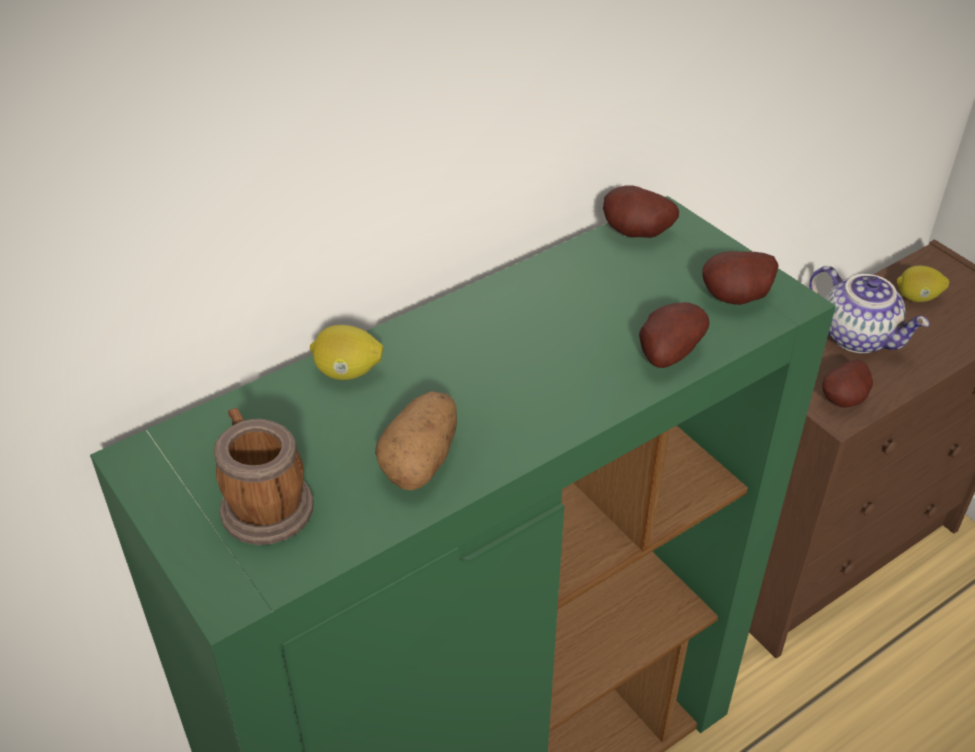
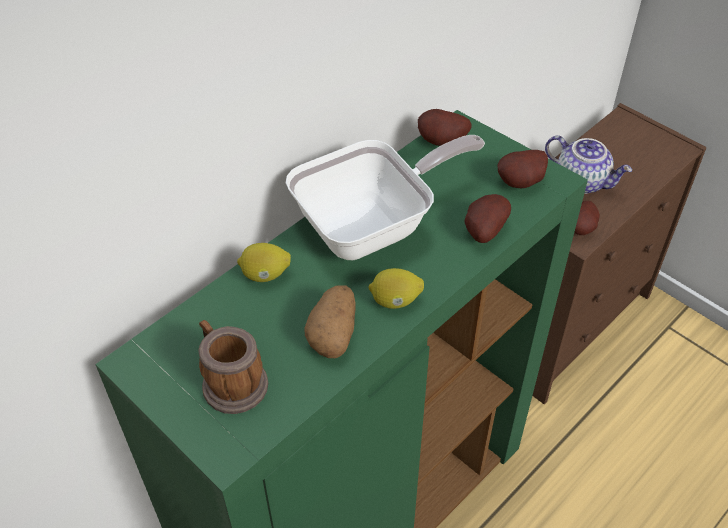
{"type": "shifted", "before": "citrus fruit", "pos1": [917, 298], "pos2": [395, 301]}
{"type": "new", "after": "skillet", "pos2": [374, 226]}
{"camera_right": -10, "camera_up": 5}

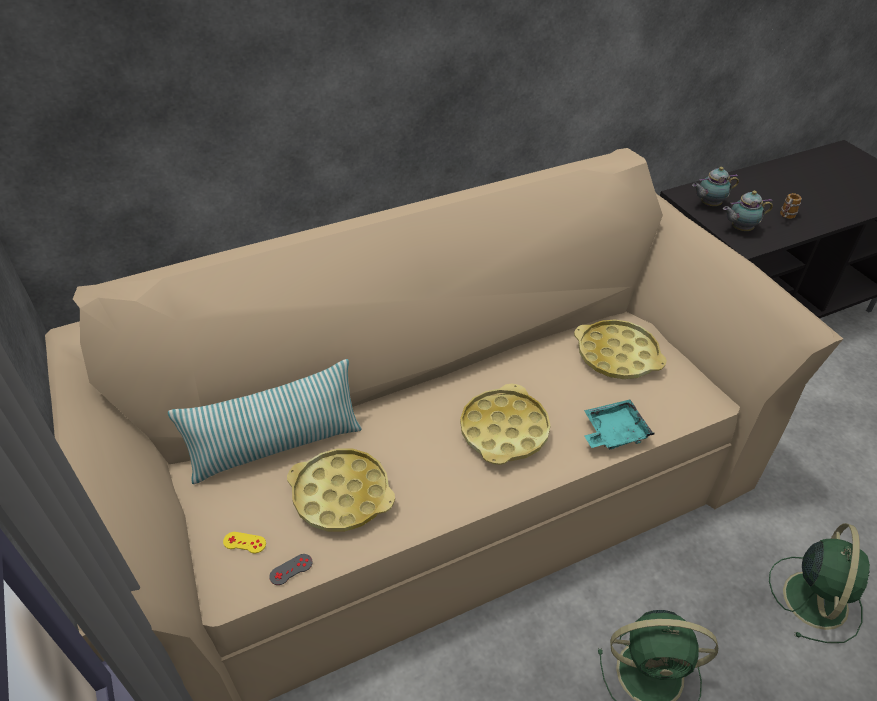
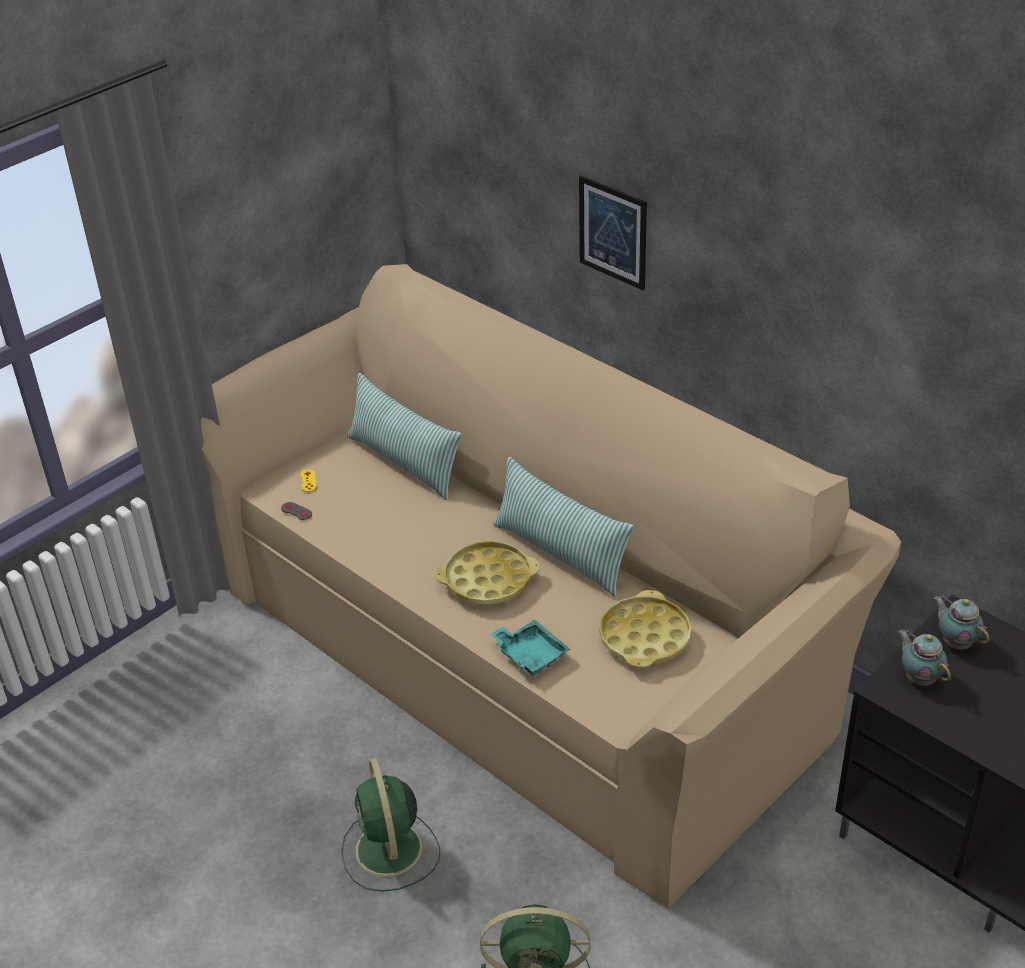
{"type": "gone", "before": "tray (yellowish)", "pos1": [341, 495]}
{"type": "gone", "before": "tea mug", "pos1": [785, 218]}
{"type": "new", "after": "pillow", "pos2": [561, 554]}
{"type": "new", "after": "picture", "pos2": [612, 232]}
{"camera_right": 70, "camera_up": -5}

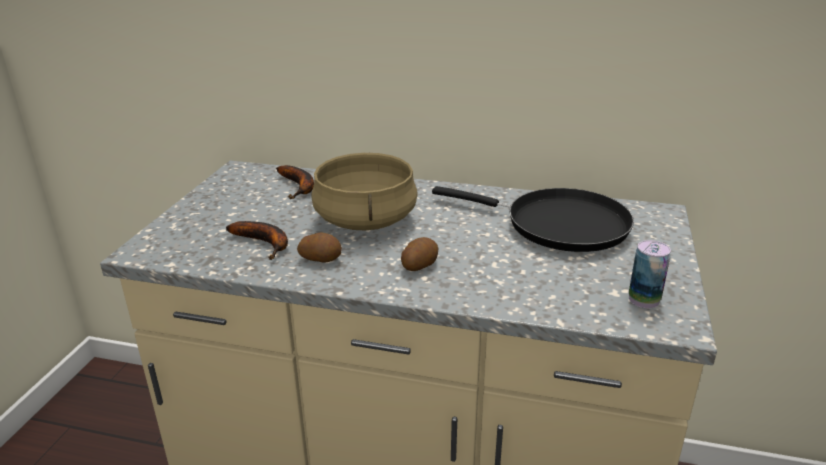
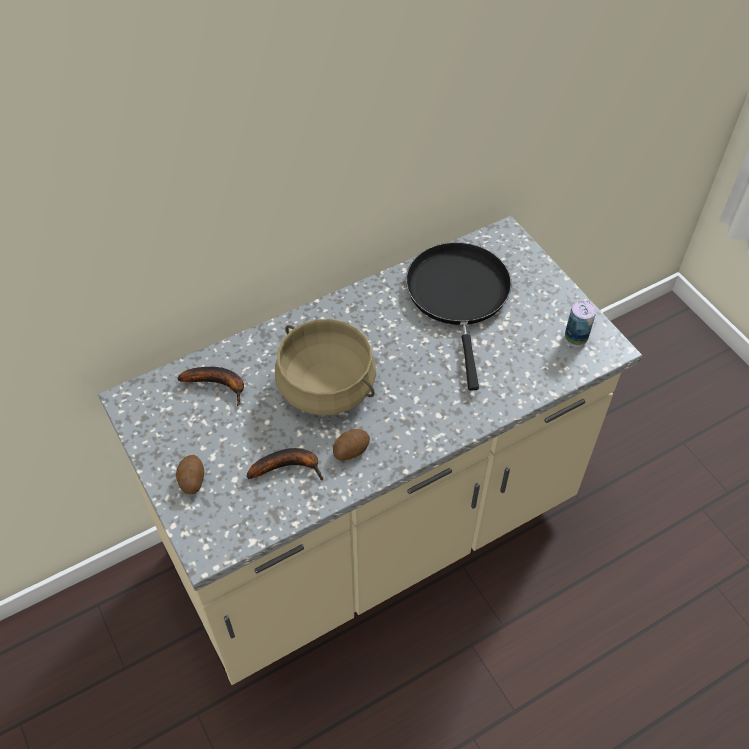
{"type": "shifted", "before": "potato", "pos1": [419, 265], "pos2": [191, 480]}
{"type": "rotated", "before": "skillet (black-coloured)", "pos1": [558, 225], "pos2": [459, 296], "turn": -75}
{"camera_right": -45, "camera_up": 25}

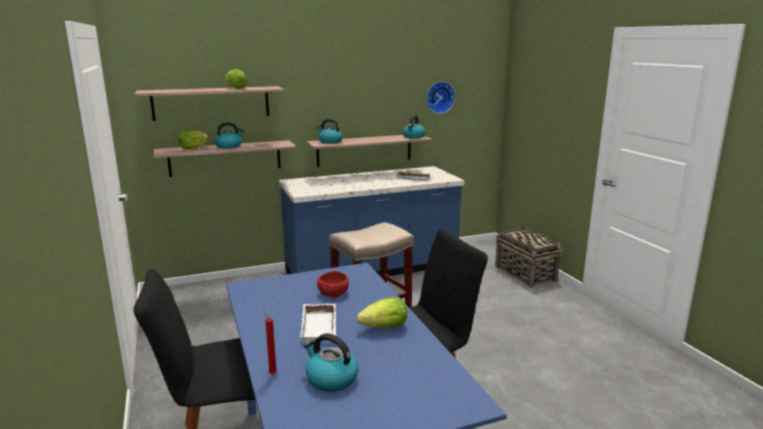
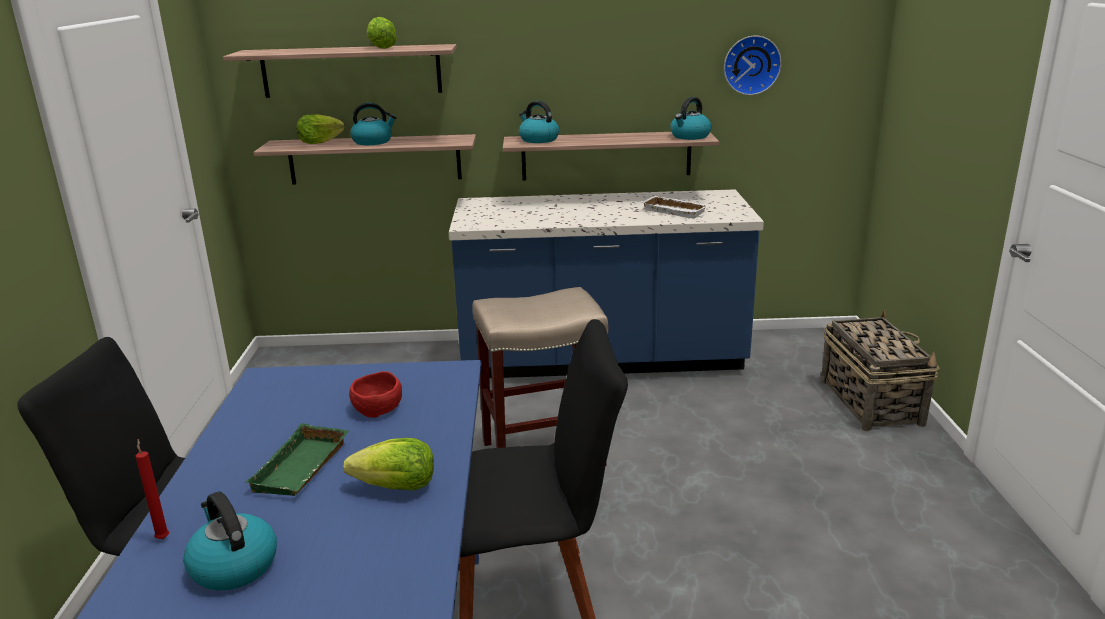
{"type": "repainted", "before": "tray (white-coloured)", "after": "tray (green)", "pos1": [321, 327], "pos2": [303, 468]}
{"camera_right": 20, "camera_up": 5}

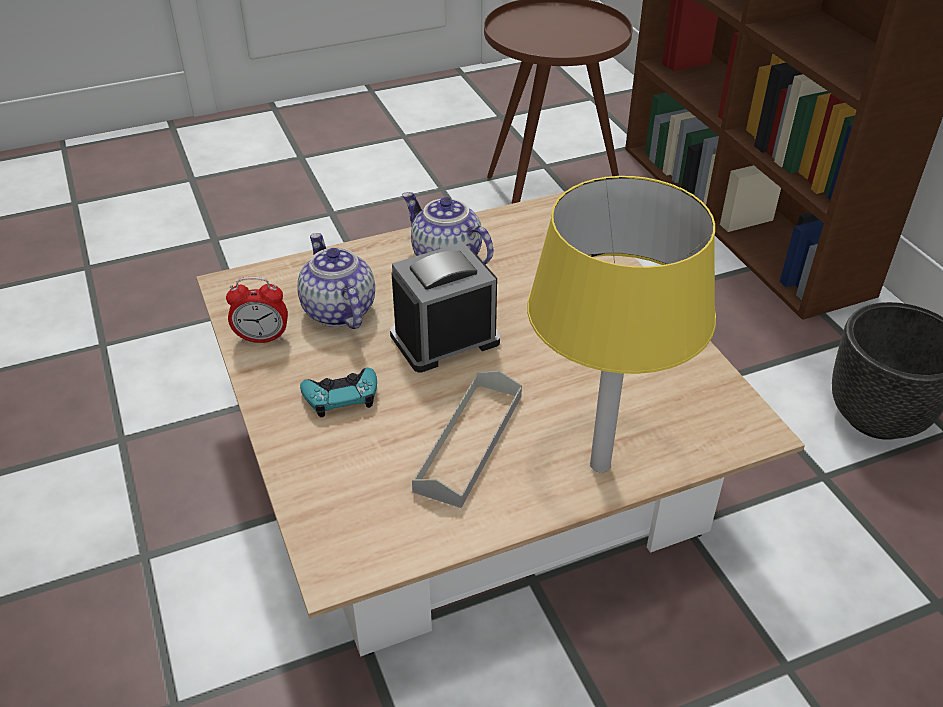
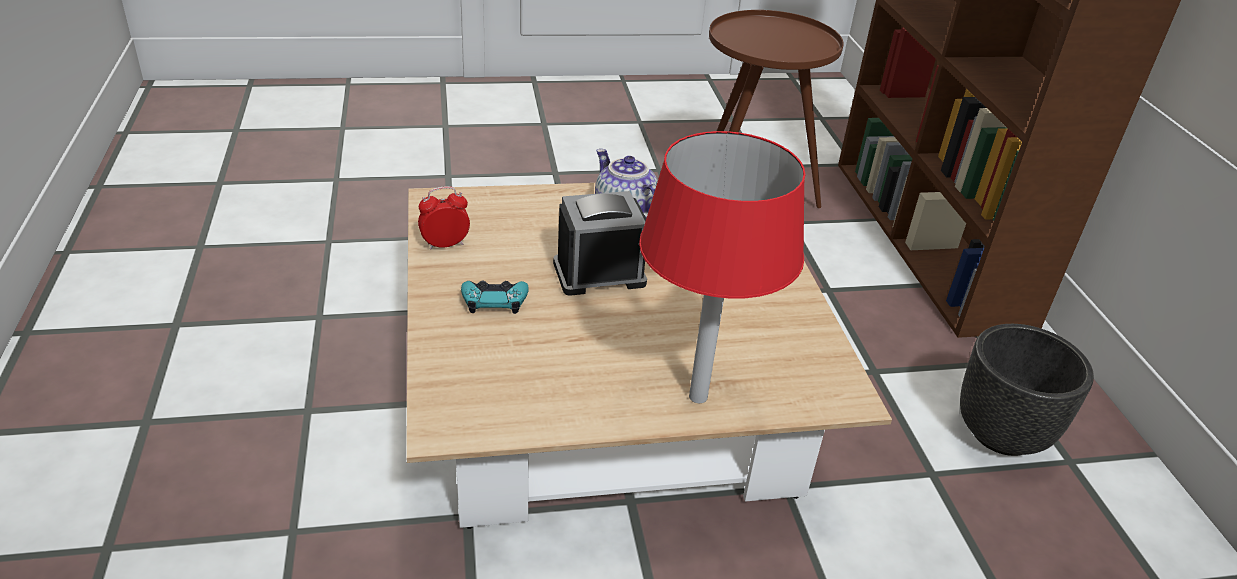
{"type": "rotated", "before": "alarm clock", "pos1": [262, 338], "pos2": [445, 244], "turn": 150}
{"type": "gone", "before": "pot for tea", "pos1": [337, 310]}
{"type": "gone", "before": "tray (gray)", "pos1": [469, 442]}
{"type": "repainted", "before": "lamp for a table (yellowish)", "after": "lamp for a table (reddish)", "pos1": [599, 464], "pos2": [697, 396]}
{"camera_right": 10, "camera_up": -5}

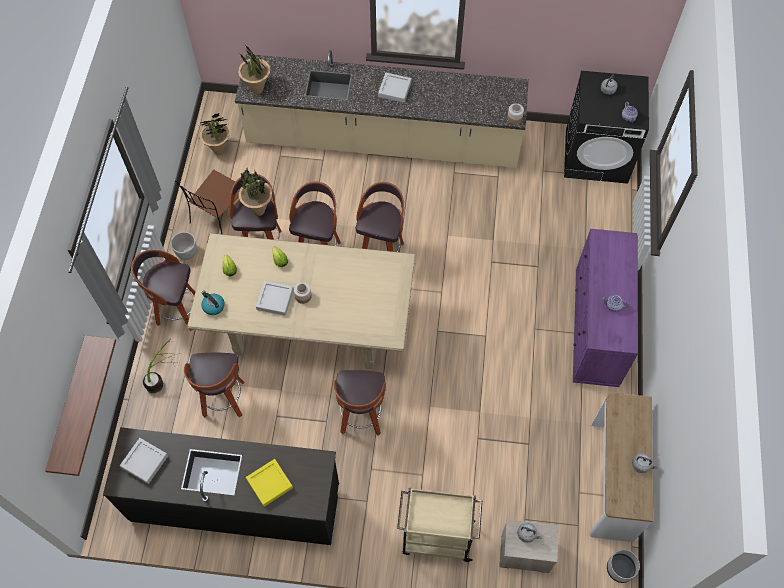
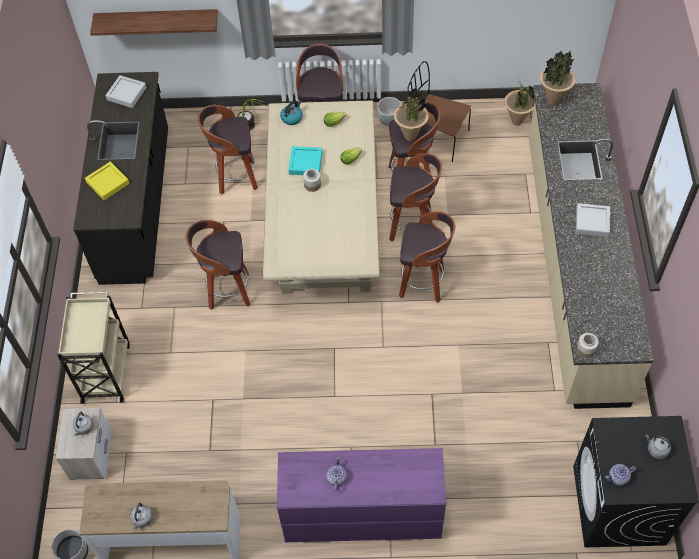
{"type": "repainted", "before": "tray (gray)", "after": "tray (turquoise-coloured)", "pos1": [275, 299], "pos2": [305, 163]}
{"camera_right": 85, "camera_up": -5}

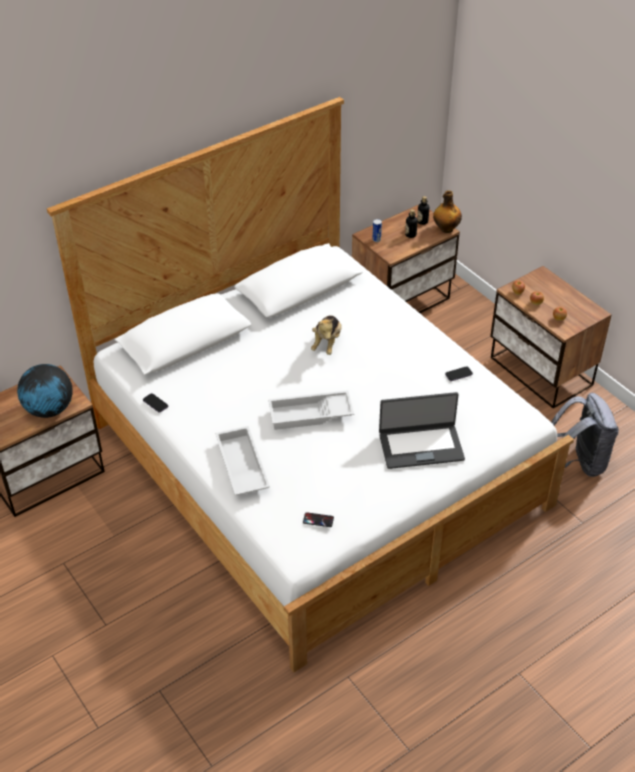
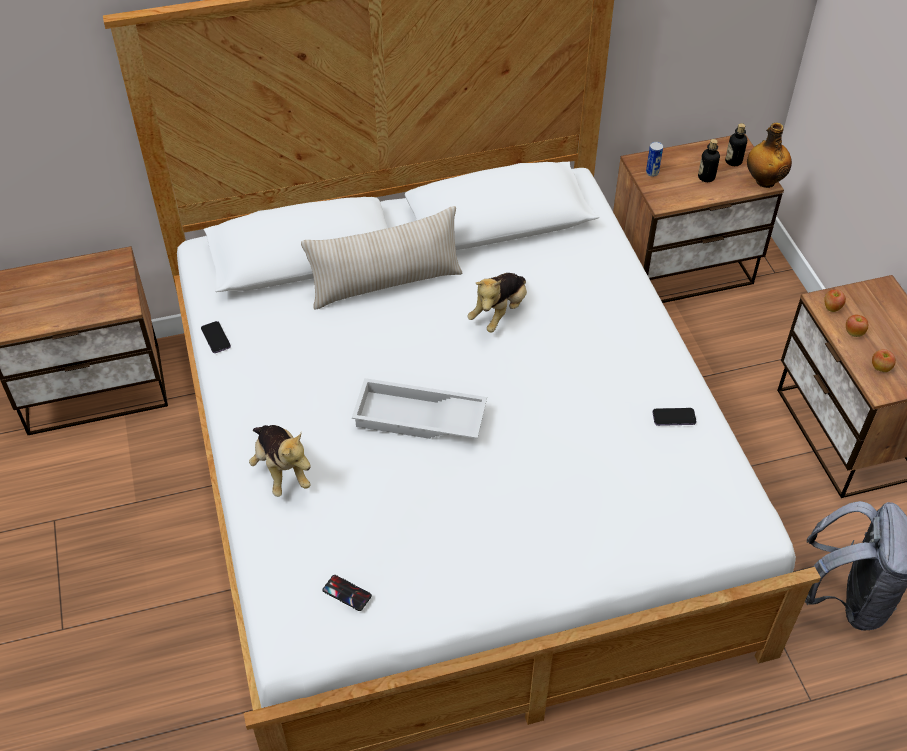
{"type": "gone", "before": "globe", "pos1": [49, 409]}
{"type": "swapped", "before": "tray (white-coloured)", "after": "soft toy", "pos1": [241, 466], "pos2": [281, 470]}
{"type": "gone", "before": "notebook computer", "pos1": [421, 446]}
{"type": "new", "after": "pillow (beige-coloured)", "pos2": [386, 283]}
{"camera_right": 20, "camera_up": 5}

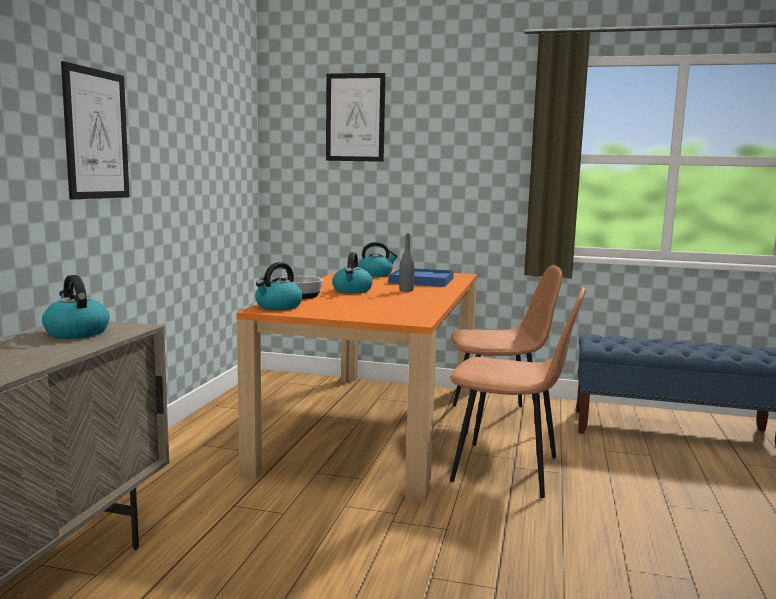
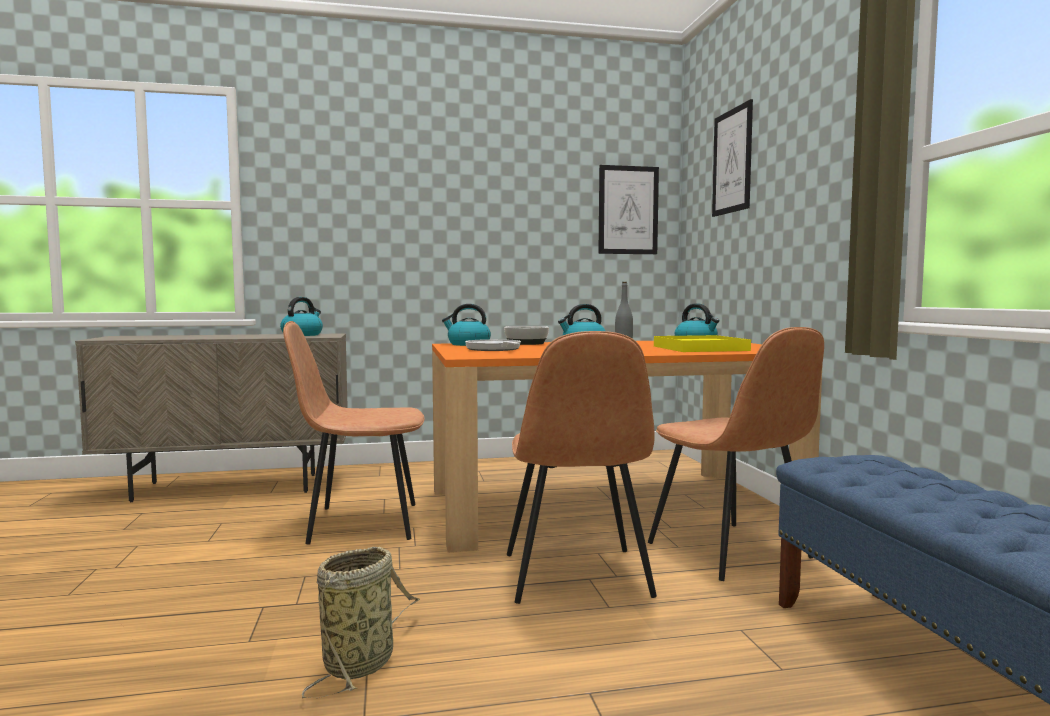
{"type": "shifted", "before": "picture", "pos1": [96, 134], "pos2": [628, 210]}
{"type": "repainted", "before": "tray (blue)", "after": "tray (yellowish)", "pos1": [422, 281], "pos2": [700, 348]}
{"type": "new", "after": "upright chair (brownish)", "pos2": [360, 523]}
{"type": "new", "after": "basket", "pos2": [362, 662]}
{"type": "new", "after": "skillet", "pos2": [494, 349]}
{"camera_right": 65, "camera_up": -5}

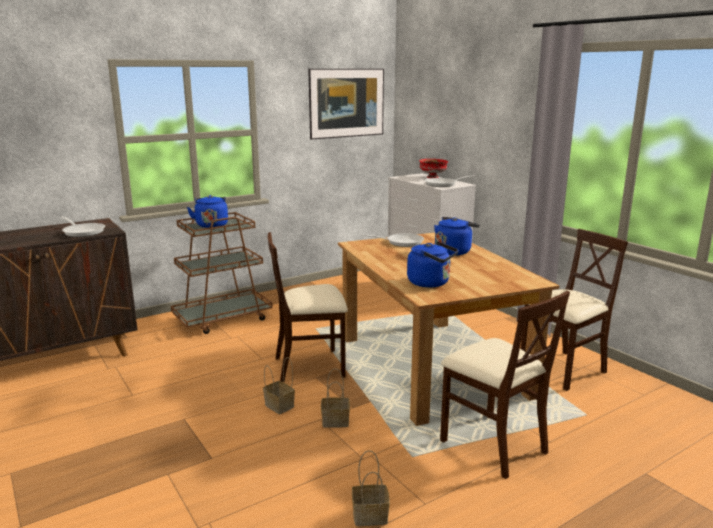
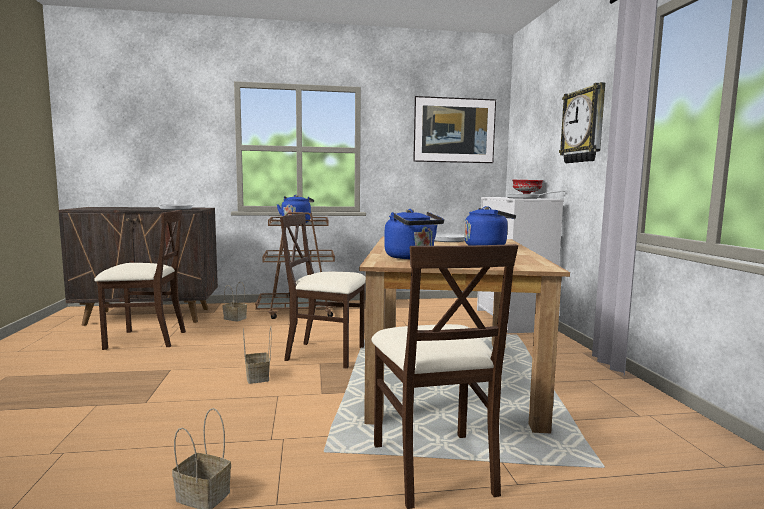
{"type": "shifted", "before": "basket", "pos1": [336, 421], "pos2": [236, 318]}
{"type": "shifted", "before": "upright chair (beige-coloured)", "pos1": [563, 370], "pos2": [145, 339]}
{"type": "new", "after": "hanging clock", "pos2": [584, 126]}
{"camera_right": 25, "camera_up": -10}

